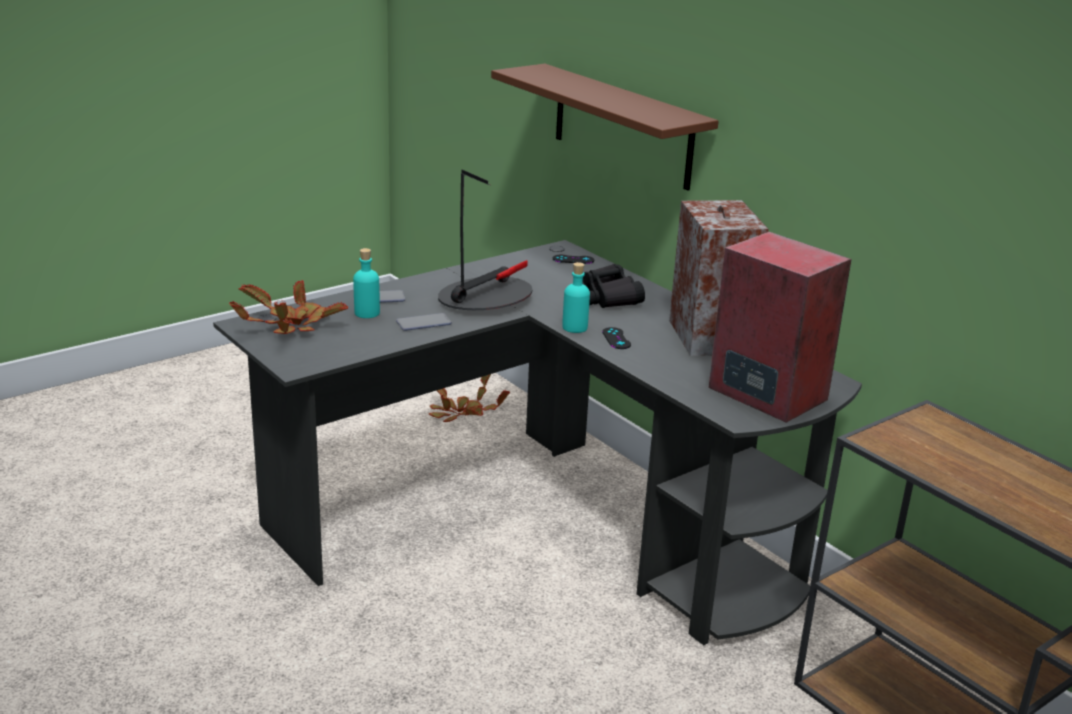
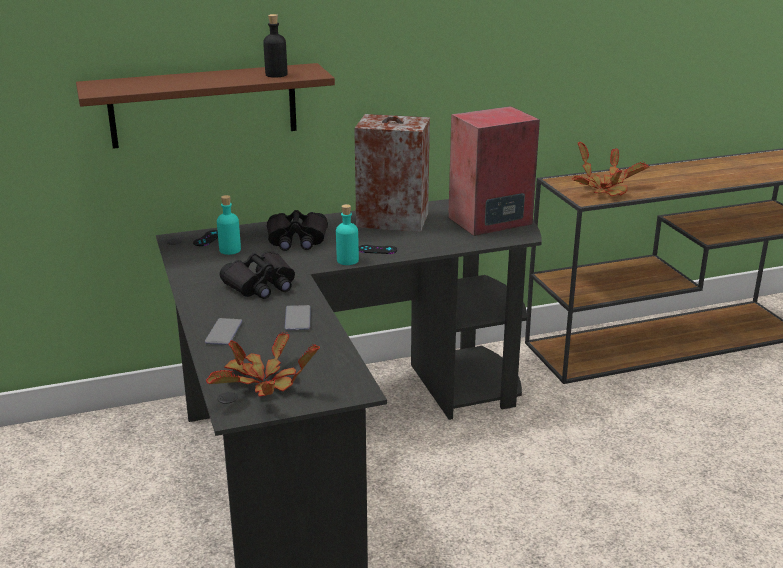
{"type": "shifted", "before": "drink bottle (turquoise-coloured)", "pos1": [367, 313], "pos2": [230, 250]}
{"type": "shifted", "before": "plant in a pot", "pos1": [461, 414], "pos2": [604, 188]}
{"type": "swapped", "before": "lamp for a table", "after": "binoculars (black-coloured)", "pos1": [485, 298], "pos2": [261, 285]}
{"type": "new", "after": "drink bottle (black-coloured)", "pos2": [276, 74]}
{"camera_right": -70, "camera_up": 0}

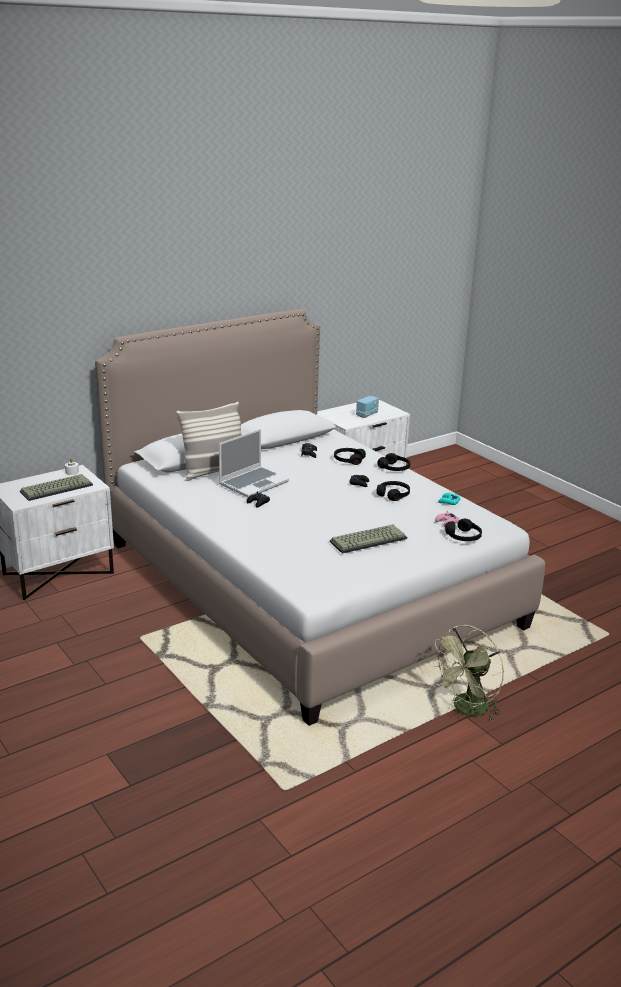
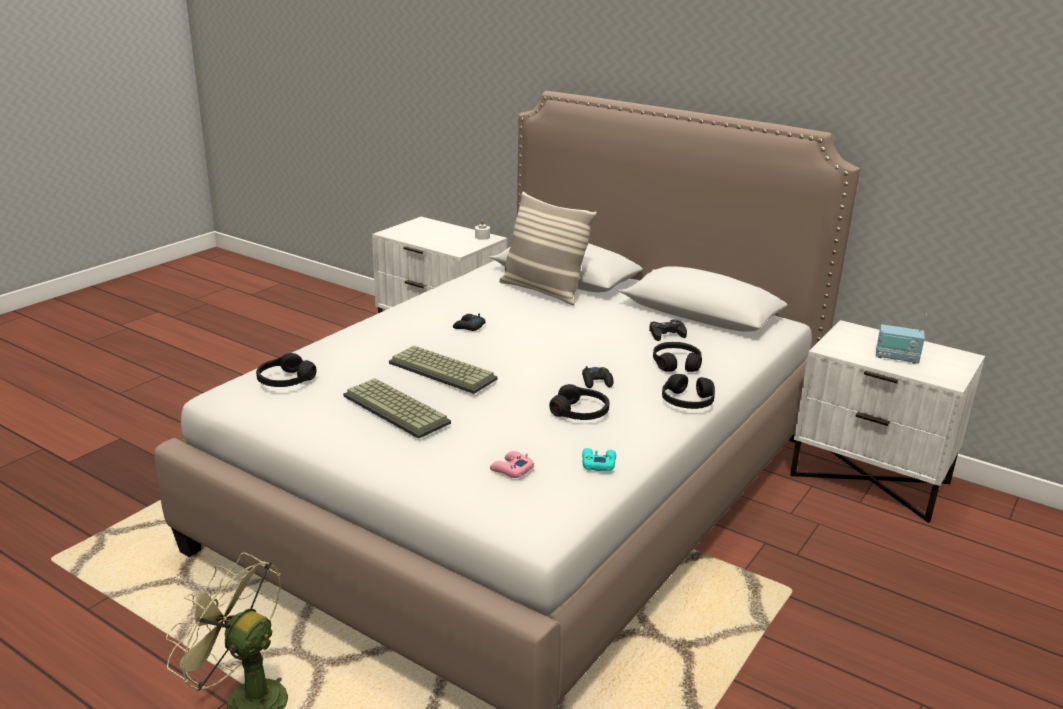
{"type": "shifted", "before": "keyboard", "pos1": [57, 488], "pos2": [444, 371]}
{"type": "gone", "before": "notebook computer", "pos1": [253, 483]}
{"type": "shifted", "before": "headphones (black-coloured)", "pos1": [463, 536], "pos2": [285, 380]}
{"camera_right": 70, "camera_up": 0}

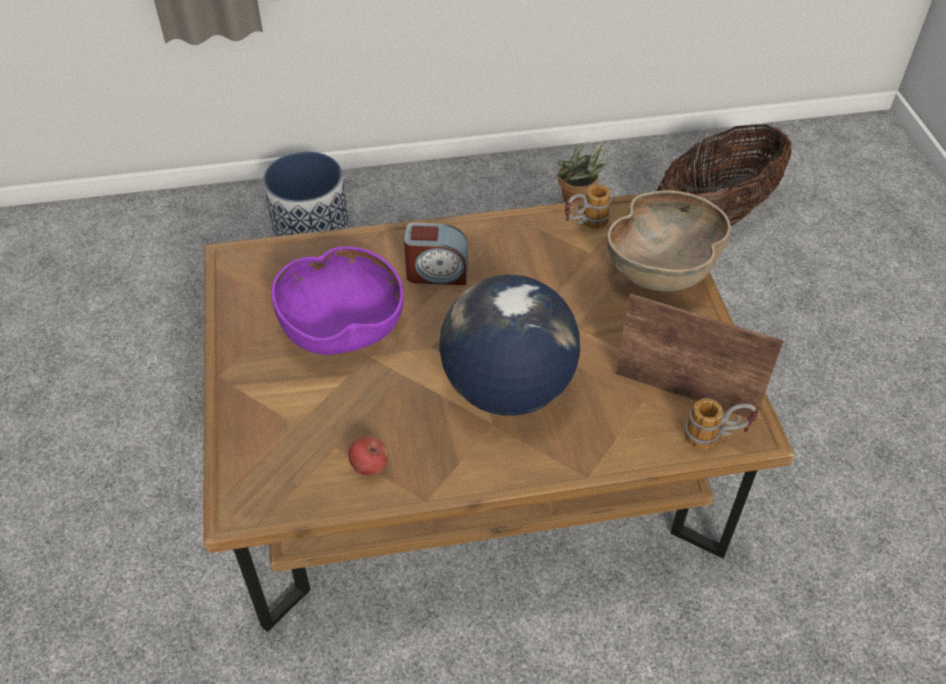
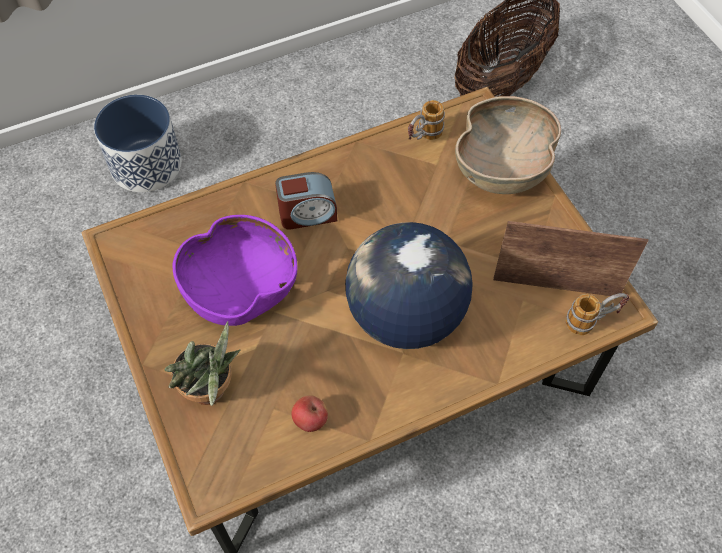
{"type": "shifted", "before": "plant in a pot", "pos1": [578, 201], "pos2": [212, 393]}
{"camera_right": -15, "camera_up": 10}

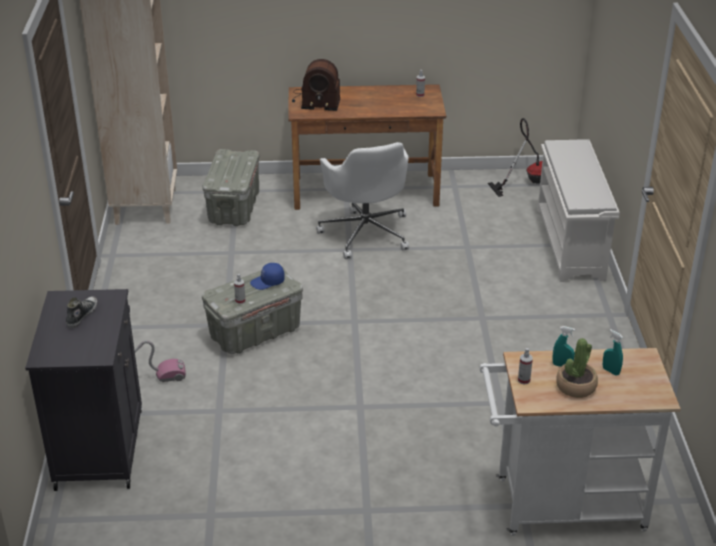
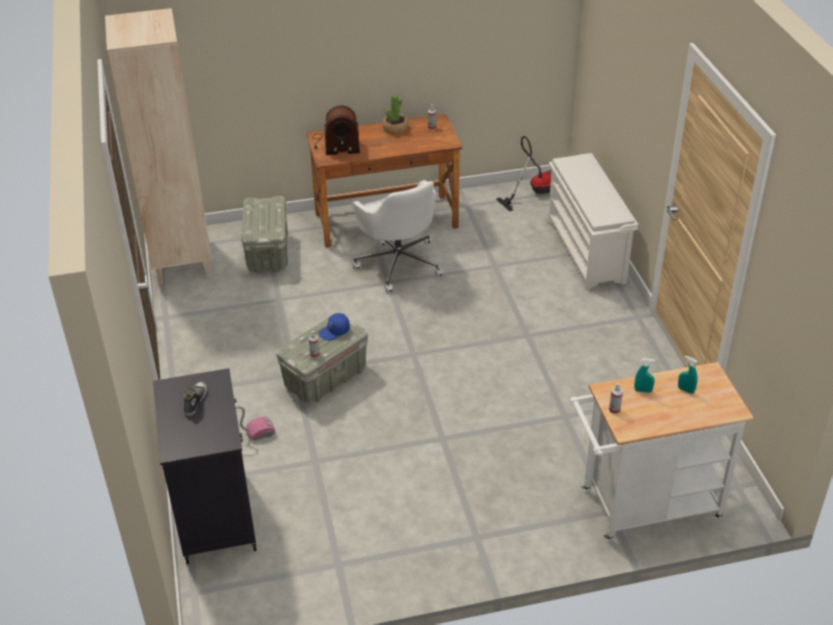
{"type": "shifted", "before": "plant in a pot", "pos1": [576, 386], "pos2": [395, 128]}
{"camera_right": -10, "camera_up": 5}

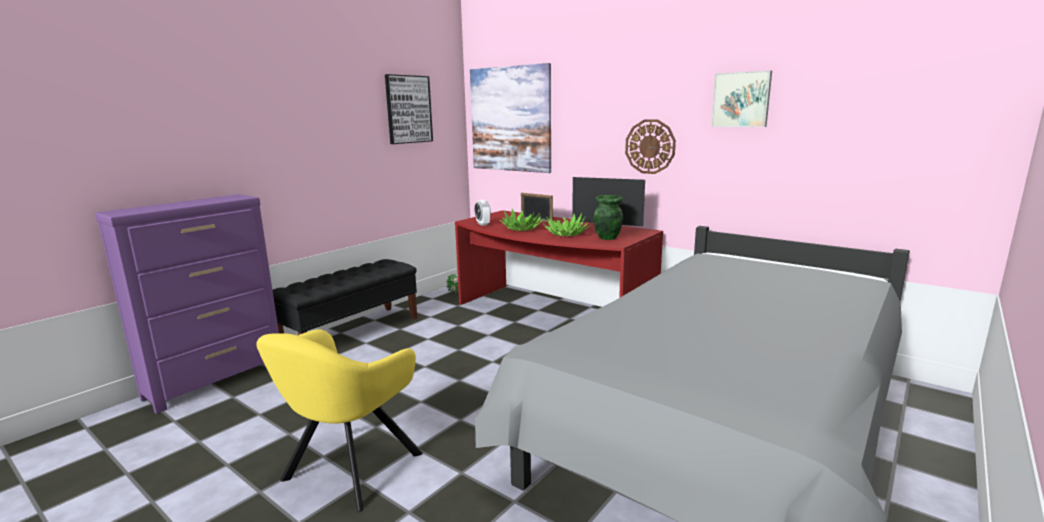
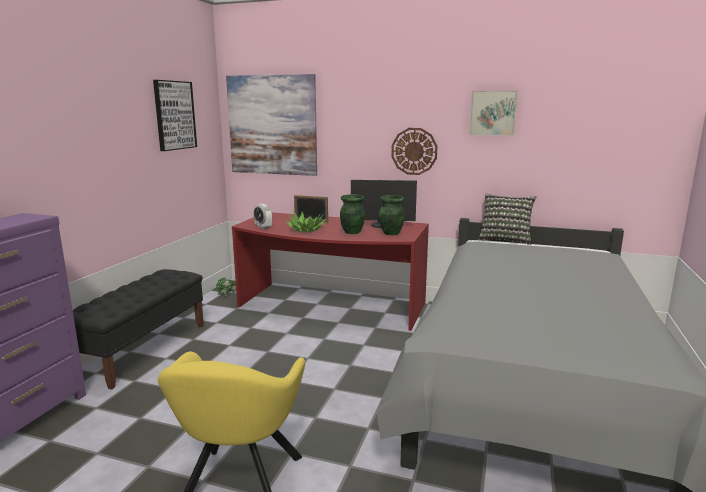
{"type": "swapped", "before": "plant in a pot", "after": "decorative vase (green)", "pos1": [566, 234], "pos2": [352, 232]}
{"type": "new", "after": "pillow", "pos2": [505, 239]}
{"camera_right": -20, "camera_up": 0}

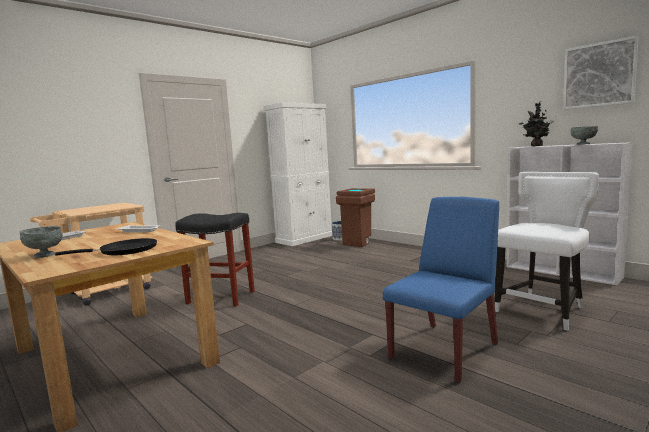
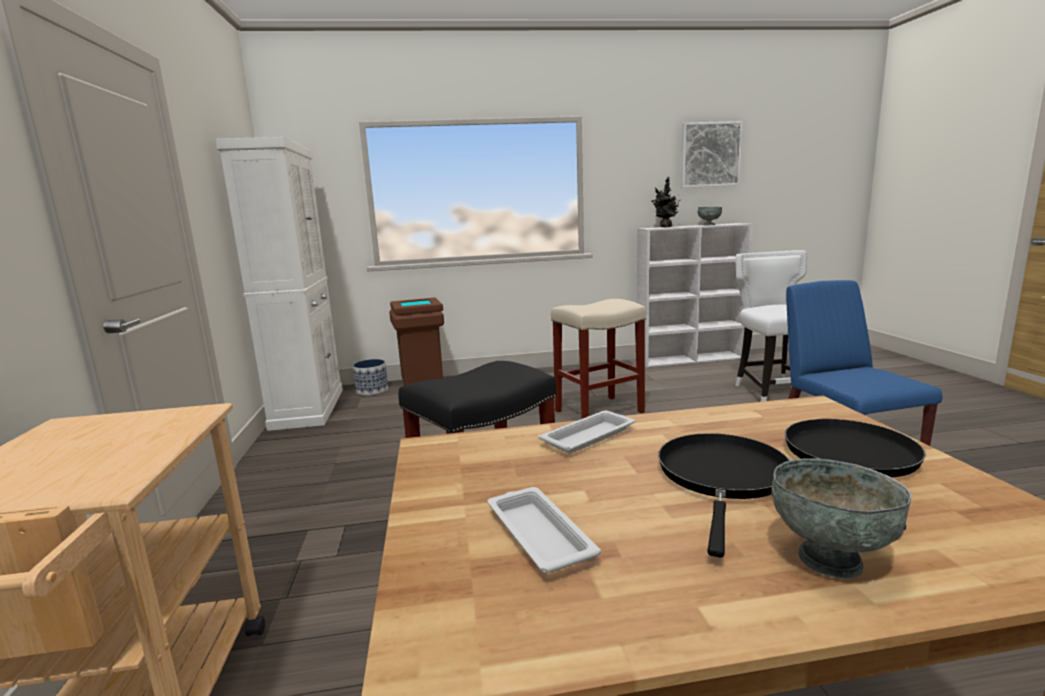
{"type": "new", "after": "sitting stool (beige-coloured)", "pos2": [598, 412]}
{"type": "new", "after": "skillet (black-coloured)", "pos2": [722, 478]}
{"camera_right": -55, "camera_up": 5}

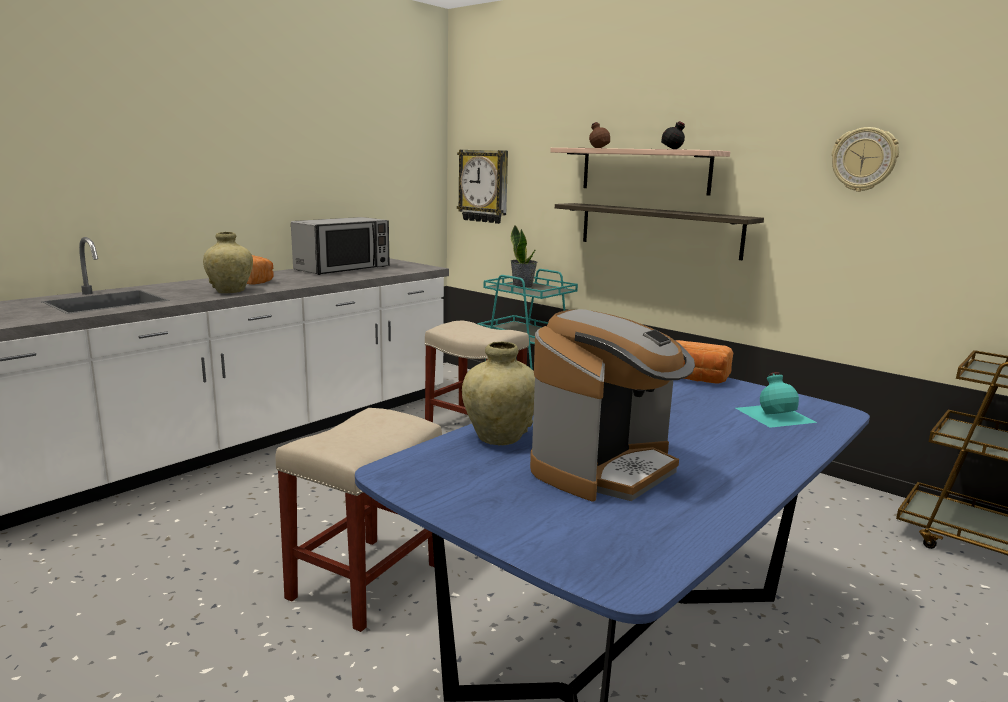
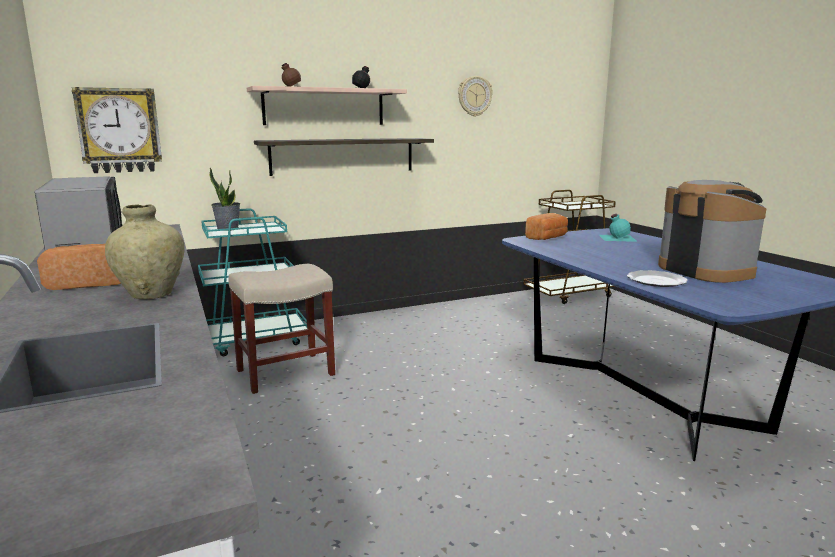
{"type": "gone", "before": "sitting stool (beige-coloured)", "pos1": [367, 579]}
{"type": "swapped", "before": "decorative vase (beige-coloured)", "after": "dinner plate", "pos1": [499, 437], "pos2": [656, 281]}
{"camera_right": -65, "camera_up": 0}

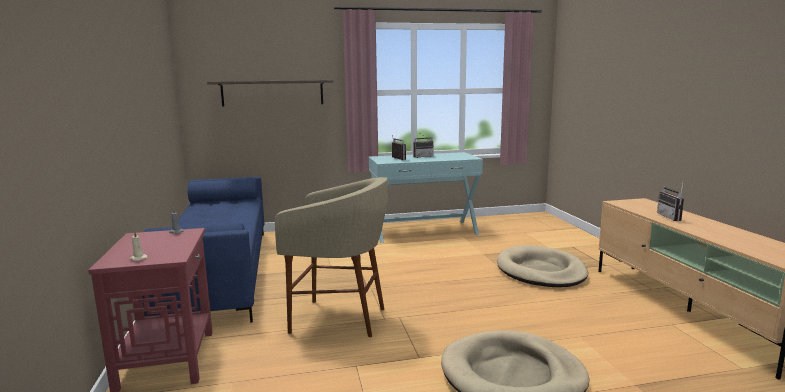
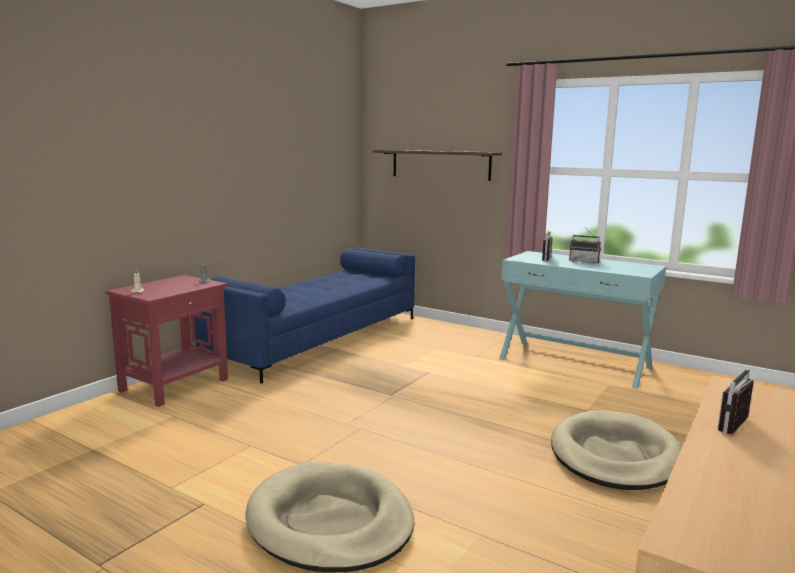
{"type": "gone", "before": "sitting stool (beige-coloured)", "pos1": [339, 319]}
{"camera_right": 45, "camera_up": 0}

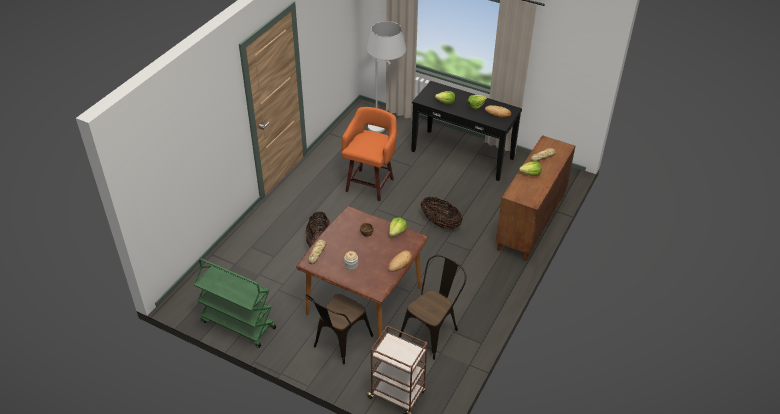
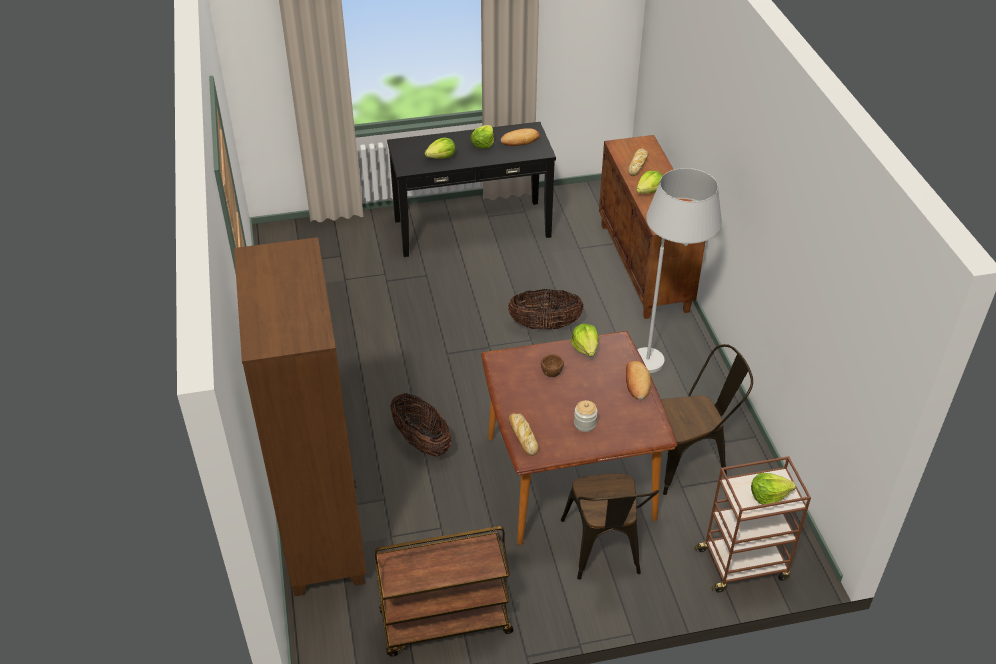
{"type": "repainted", "before": "cart (green)", "after": "cart (brownish)", "pos1": [237, 324], "pos2": [444, 624]}
{"type": "gone", "before": "sitting stool (orange-coloured)", "pos1": [370, 184]}
{"type": "shifted", "before": "floor lamp (white-coloured)", "pos1": [386, 129], "pos2": [664, 357]}
{"type": "rotated", "before": "upright chair (brownish)", "pos1": [432, 331], "pos2": [689, 460], "turn": 75}
{"type": "new", "after": "bookshelf (brownish)", "pos2": [324, 532]}
{"type": "new", "after": "head of lettuce", "pos2": [768, 495]}
{"camera_right": -40, "camera_up": 0}

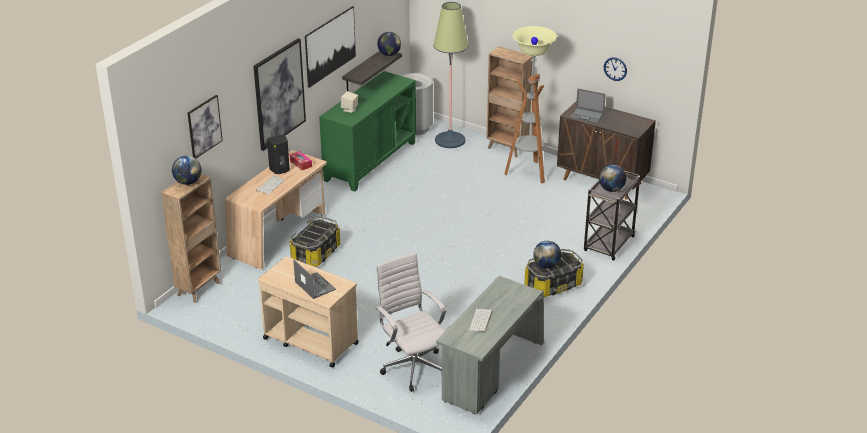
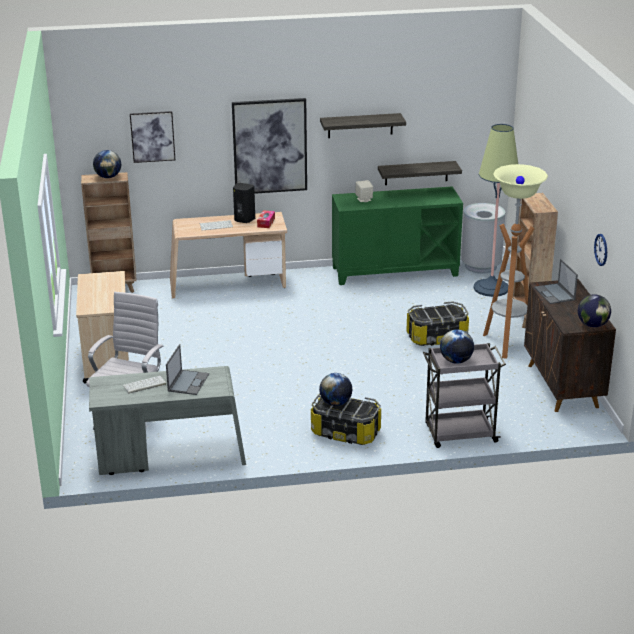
{"type": "shifted", "before": "storage bin", "pos1": [315, 253], "pos2": [436, 337]}
{"type": "shifted", "before": "notebook computer", "pos1": [314, 285], "pos2": [188, 382]}
{"type": "swapped", "before": "picture", "after": "bracket shelf", "pos1": [330, 46], "pos2": [360, 125]}
{"type": "shifted", "before": "globe", "pos1": [389, 54], "pos2": [592, 325]}
{"camera_right": 50, "camera_up": -5}

